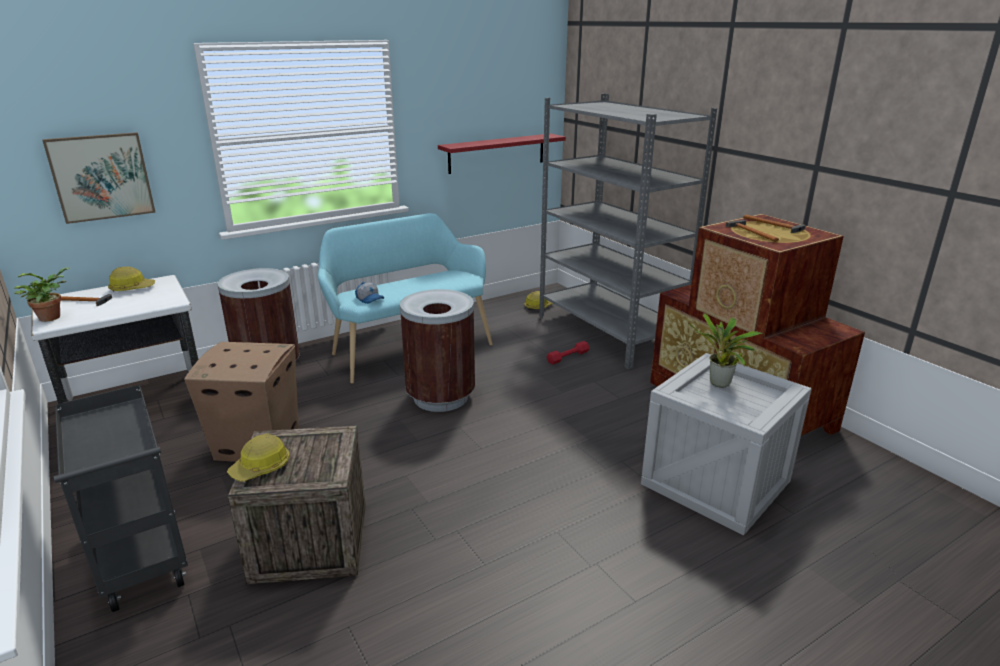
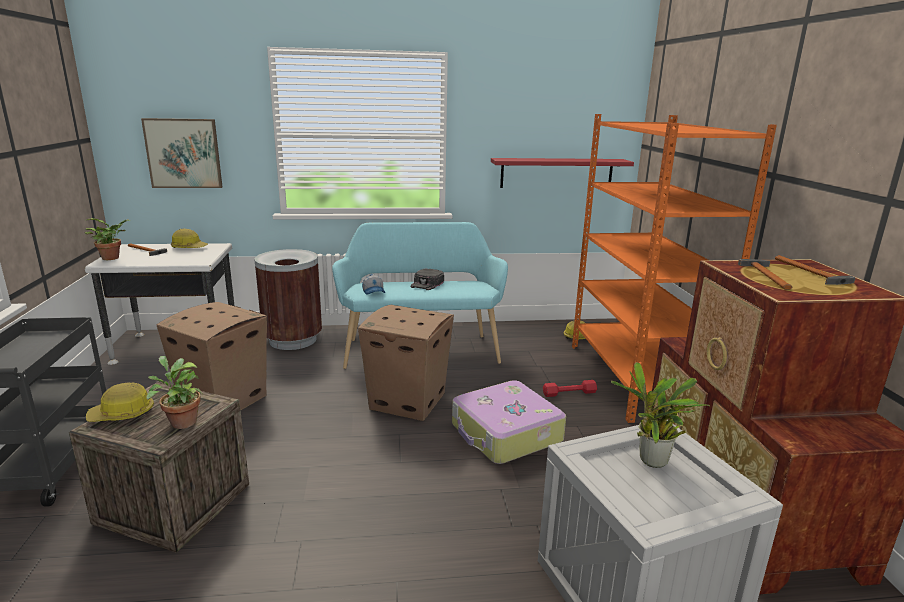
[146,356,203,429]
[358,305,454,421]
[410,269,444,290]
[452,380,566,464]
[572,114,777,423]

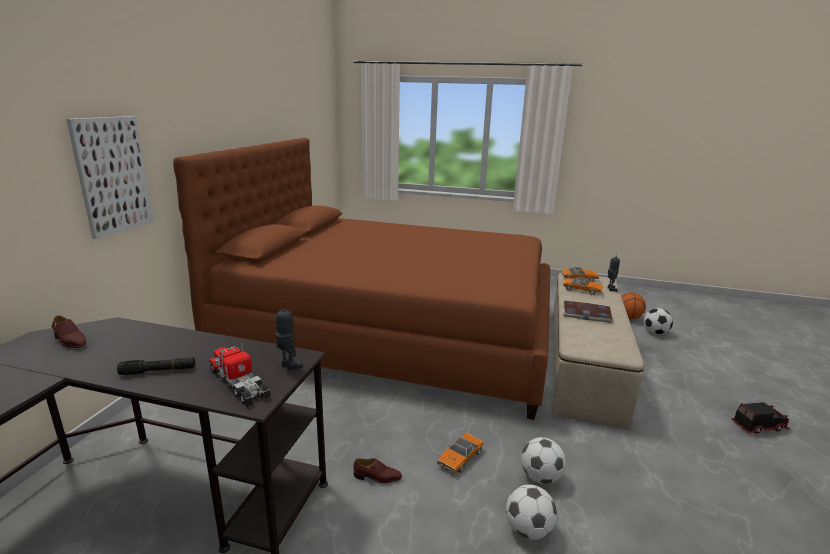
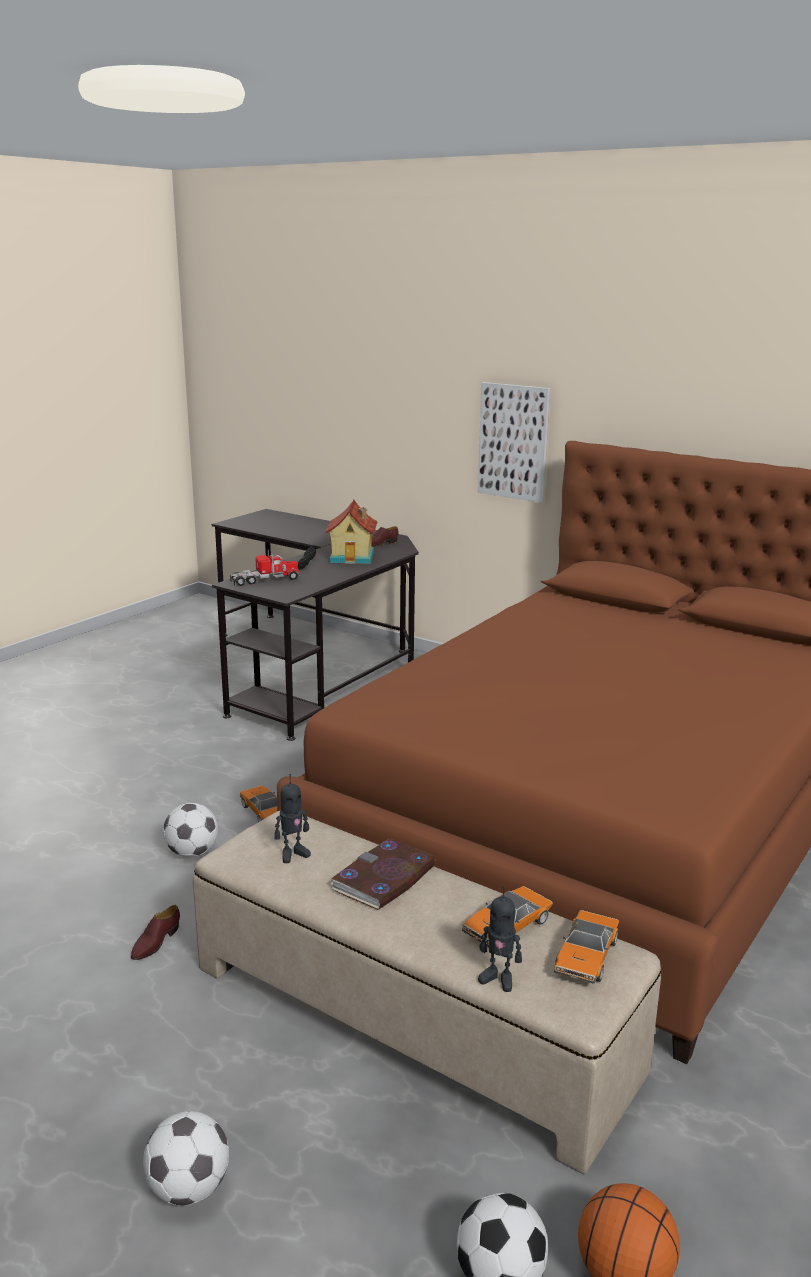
[131,905,180,960]
[143,1111,229,1205]
[274,774,311,863]
[325,500,378,564]
[731,402,791,434] (first image)

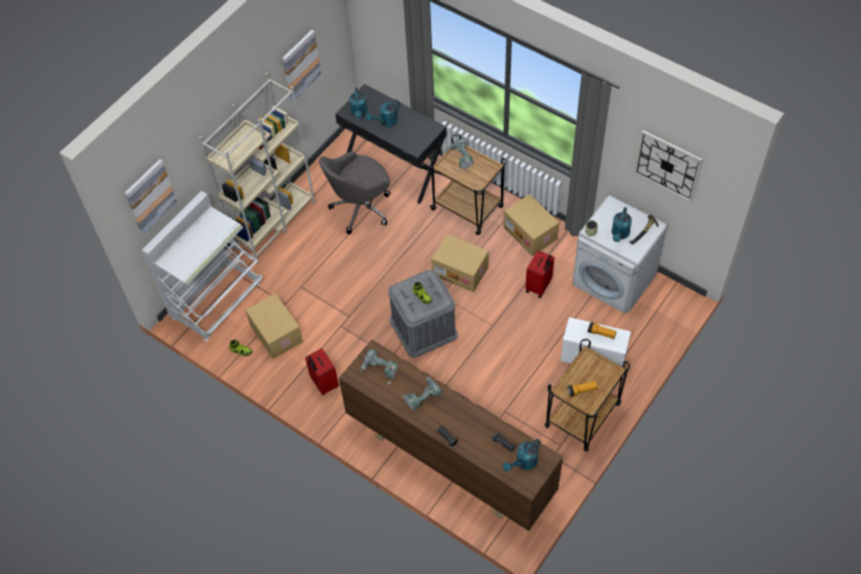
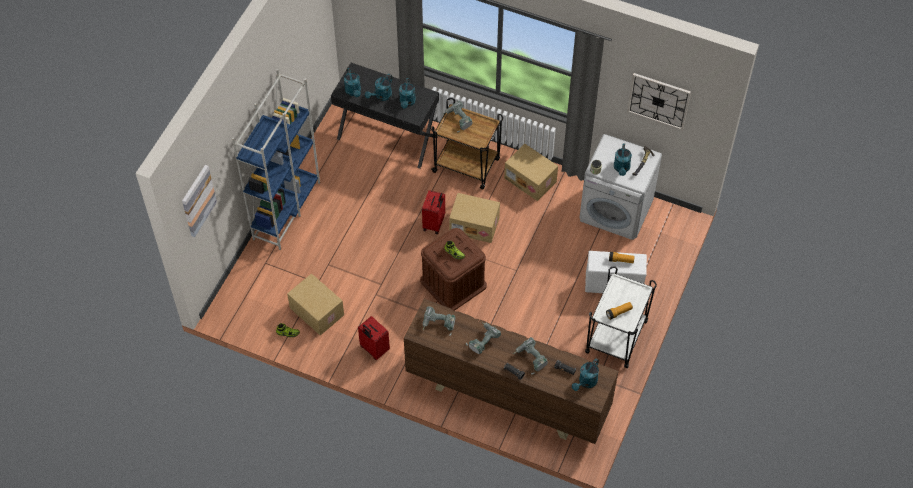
[232,69,320,250]
[399,78,416,109]
[420,228,487,311]
[422,190,445,234]
[513,337,548,375]
[585,266,657,368]
[142,191,263,341] (first image)
[282,30,321,102] (first image)
[319,151,391,234] (first image)

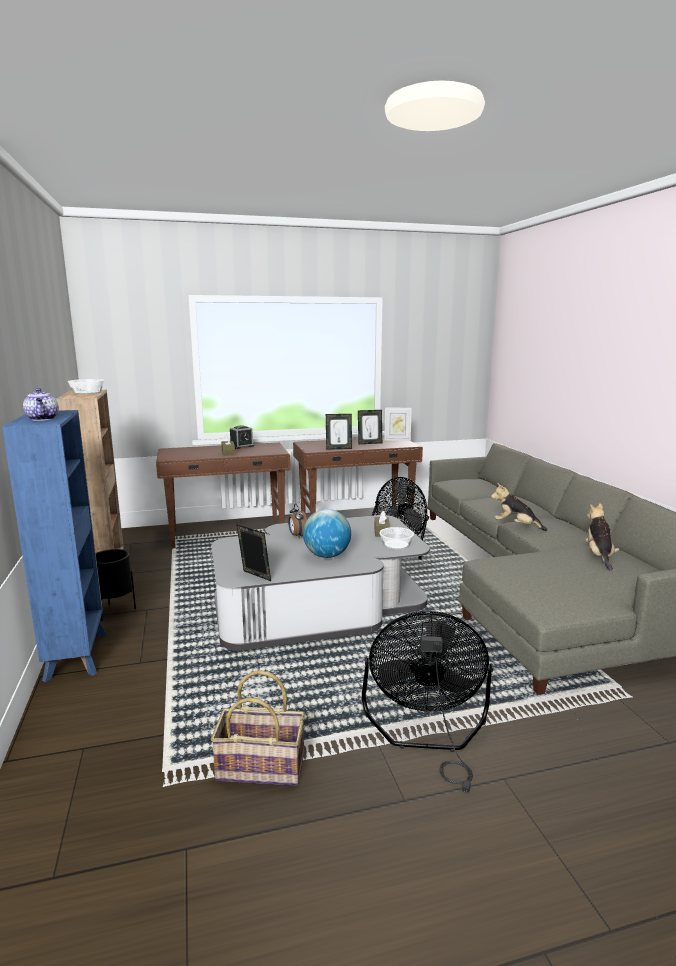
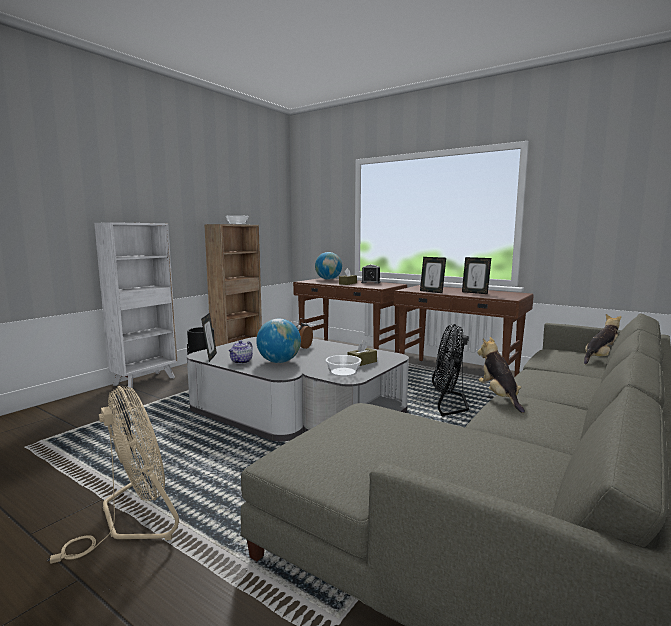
[47,386,179,564]
[94,222,178,392]
[229,340,253,364]
[315,252,342,280]
[584,314,621,365]
[211,670,305,785] (first image)
[384,407,412,441] (first image)

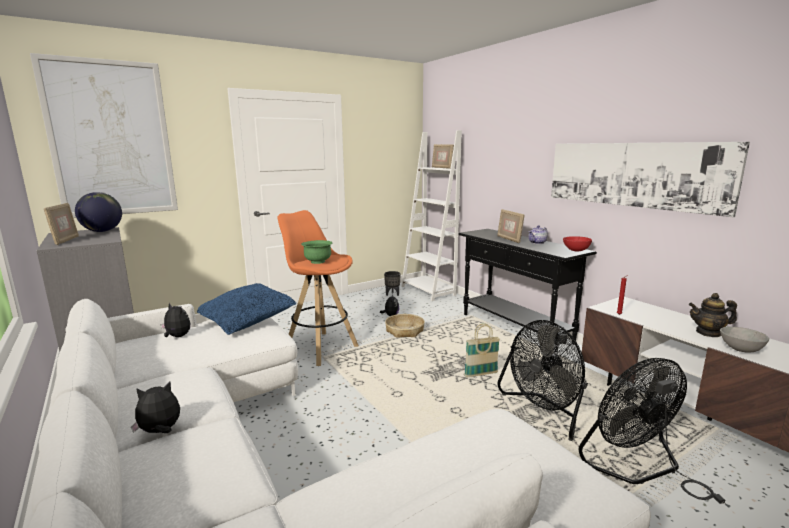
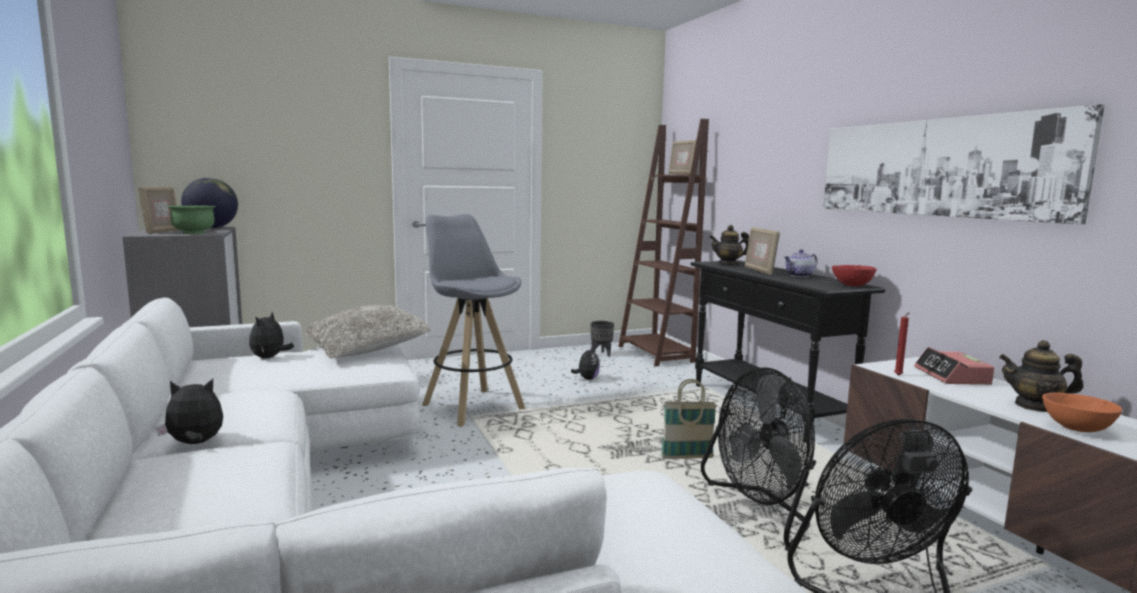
[166,205,216,234]
[249,312,294,358]
[305,305,430,359]
[422,214,525,426]
[618,119,709,366]
[709,225,749,266]
[914,347,994,385]
[1042,392,1122,432]
[30,53,178,218] (first image)
[385,314,425,338] (first image)

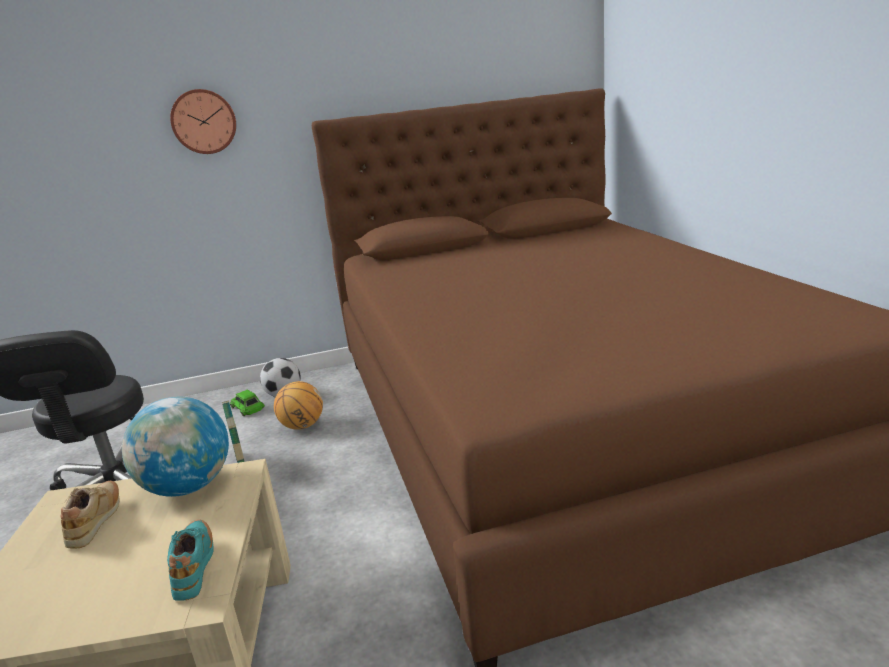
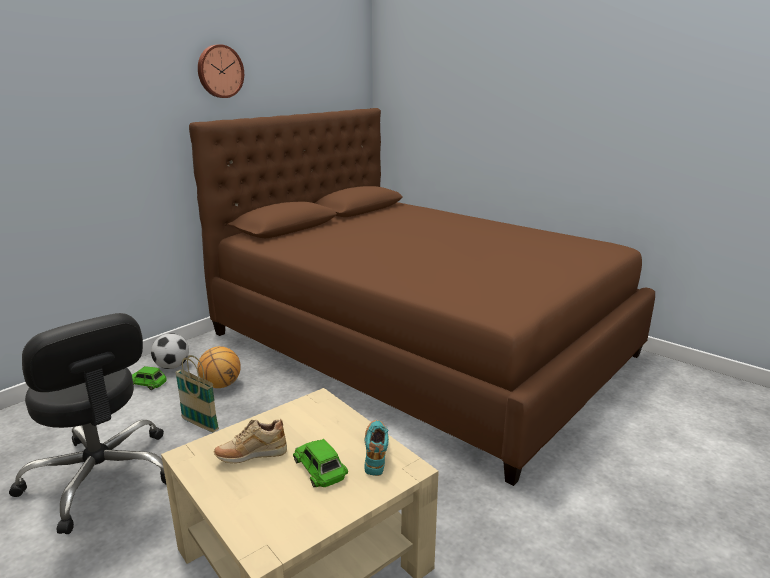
[198,44,244,98]
[214,419,287,463]
[293,439,348,487]
[364,420,389,476]
[122,397,229,497] (first image)

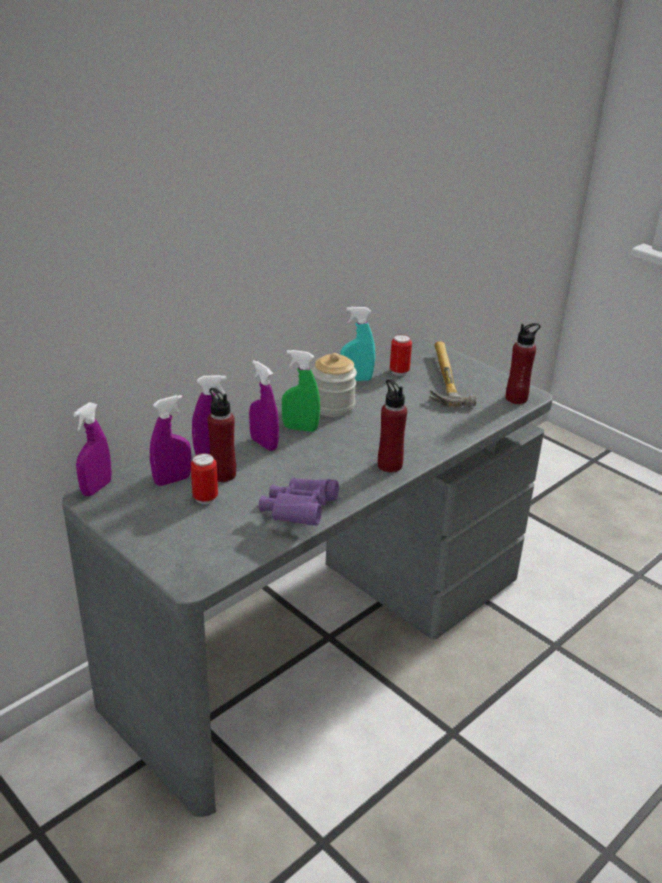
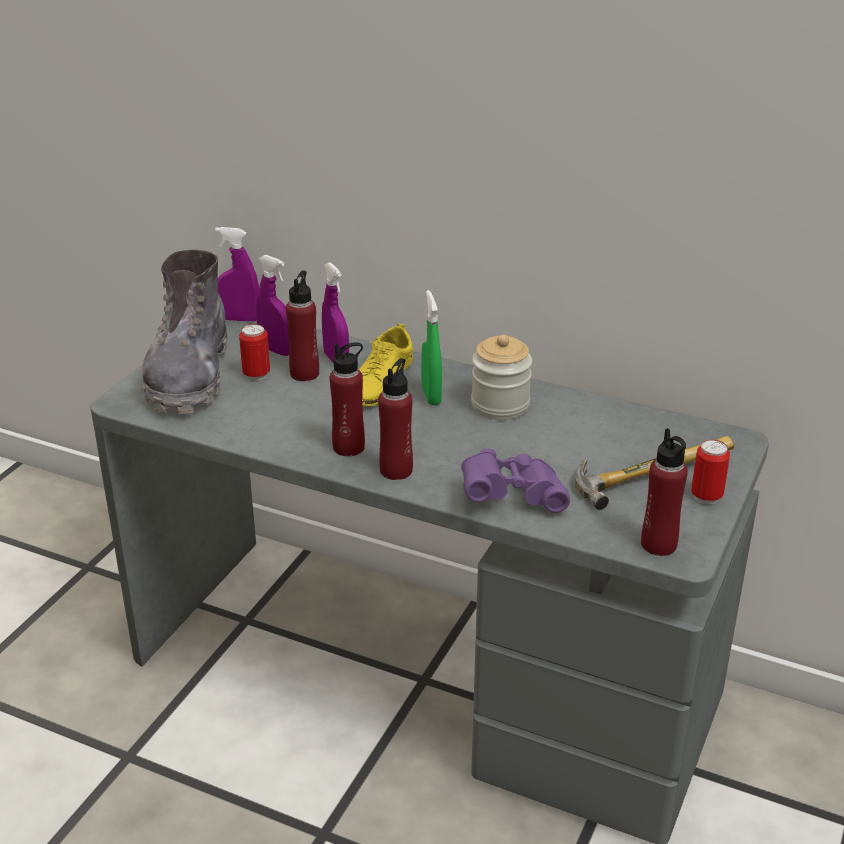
[142,250,227,414]
[330,342,365,456]
[359,323,413,406]
[461,449,570,513]
[691,440,730,504]
[340,307,375,381] (first image)

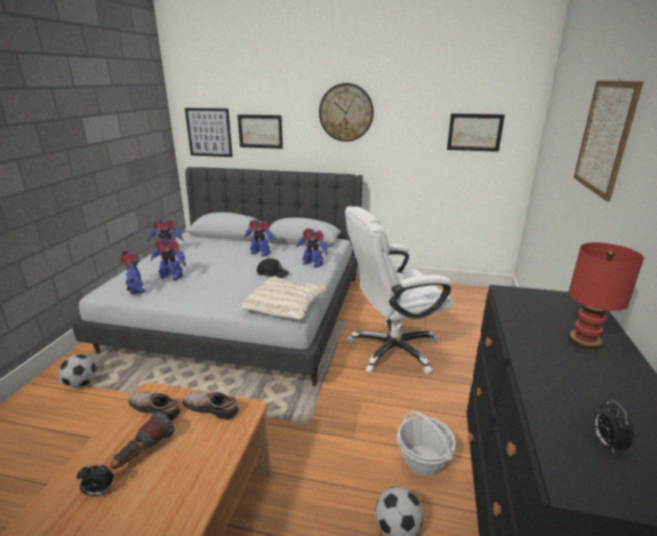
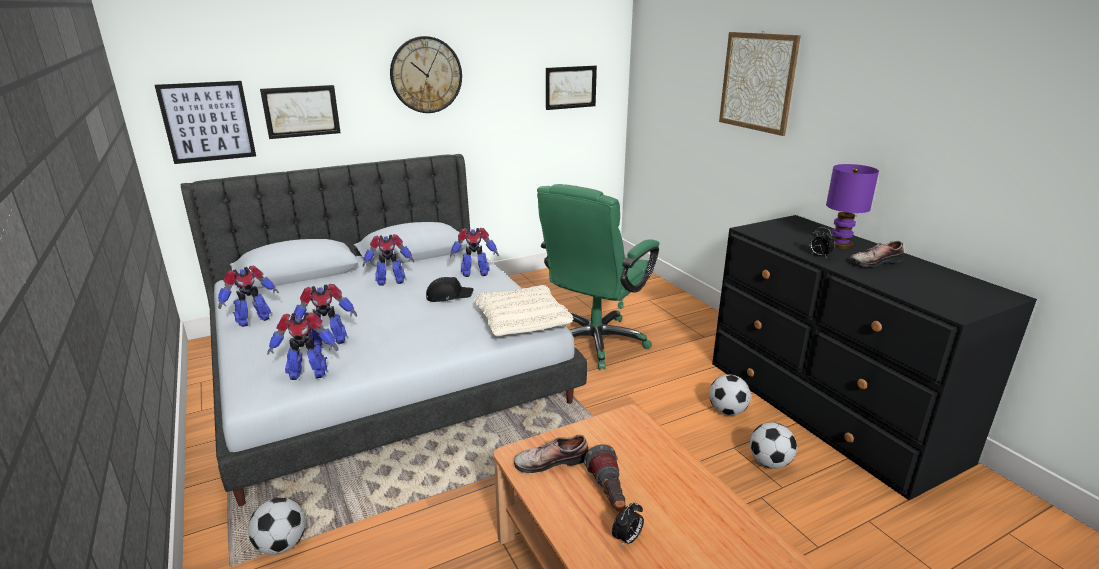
[267,312,339,380]
[537,184,660,369]
[709,375,751,415]
[810,227,835,258]
[826,164,879,249]
[850,241,904,267]

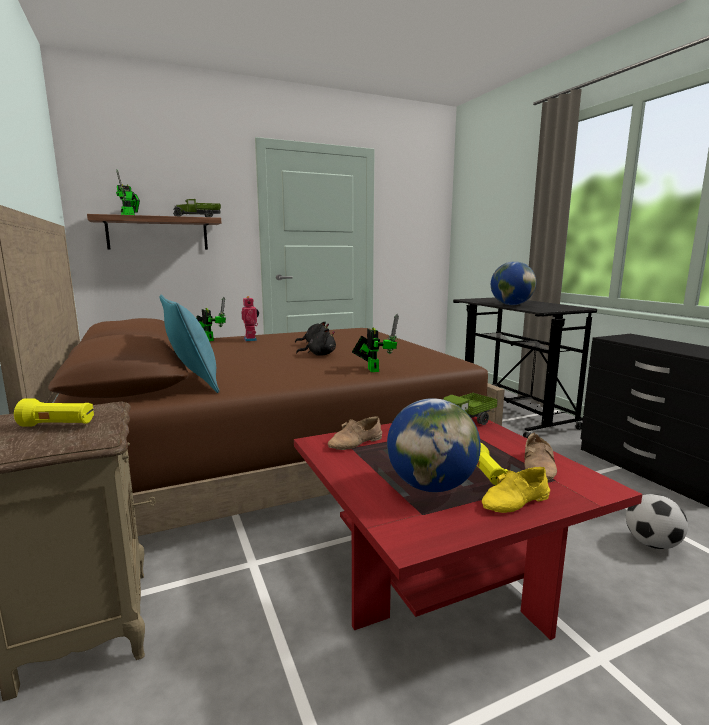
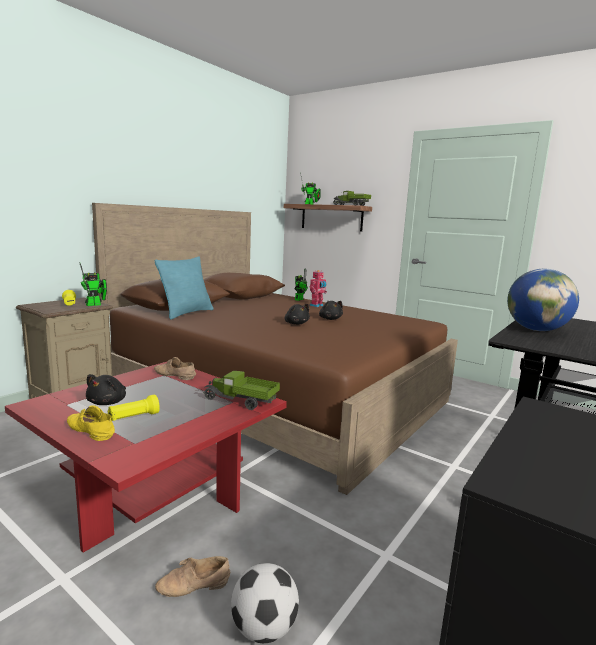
[80,263,107,306]
[86,374,126,405]
[155,556,231,597]

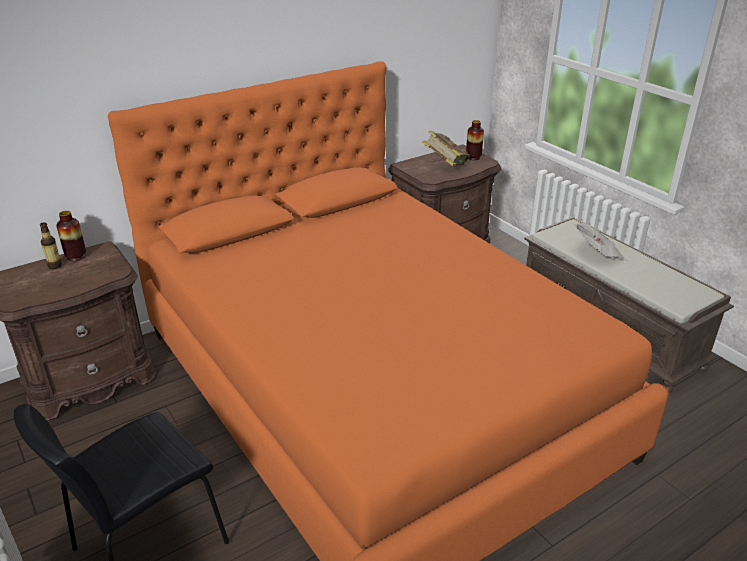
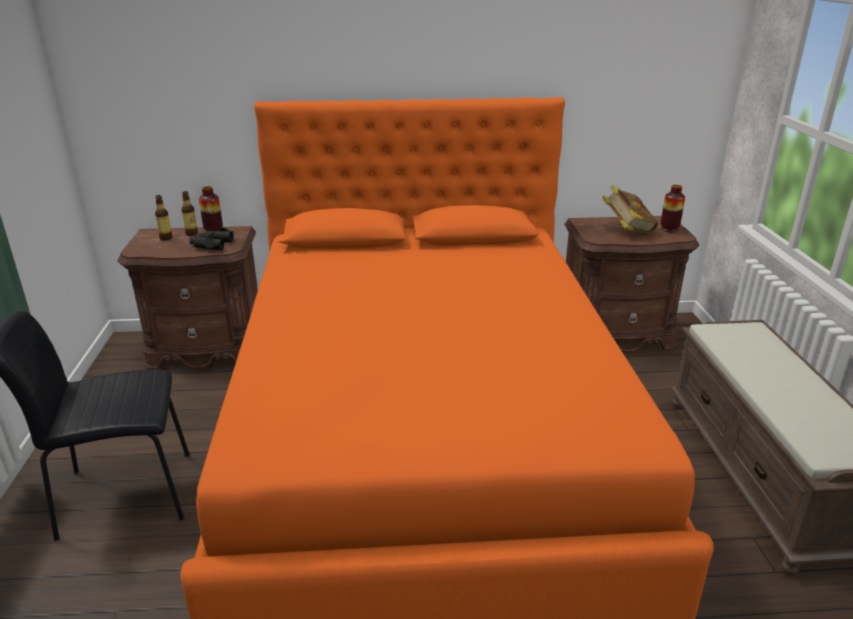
[155,195,173,240]
[189,227,234,251]
[574,222,627,261] (first image)

